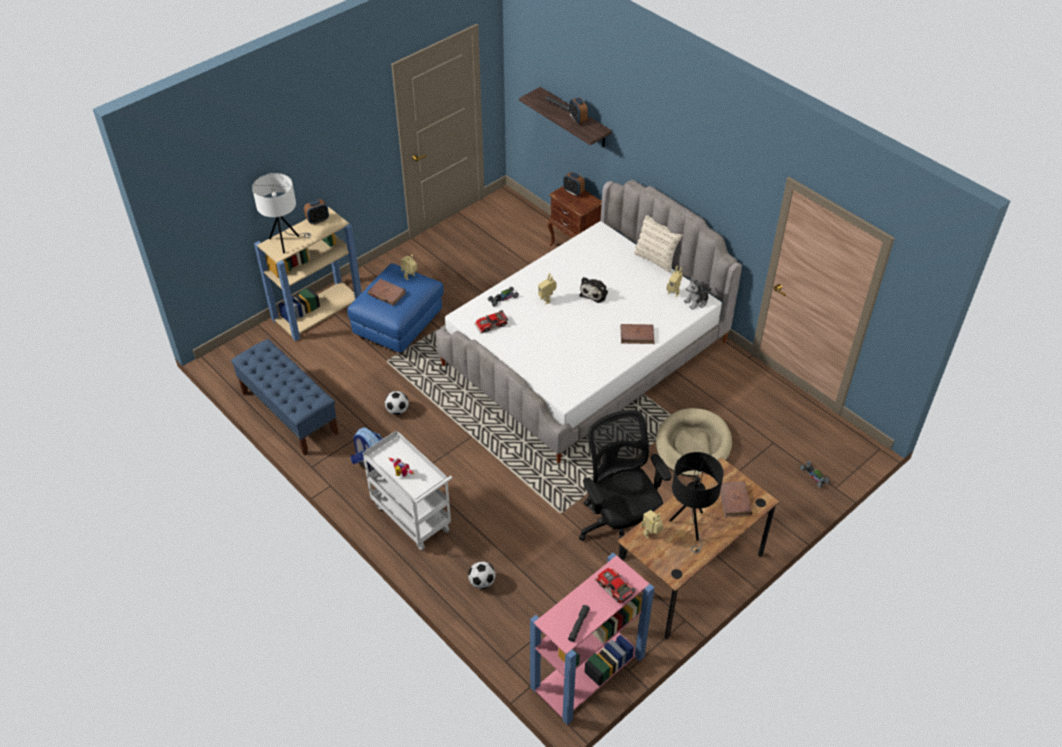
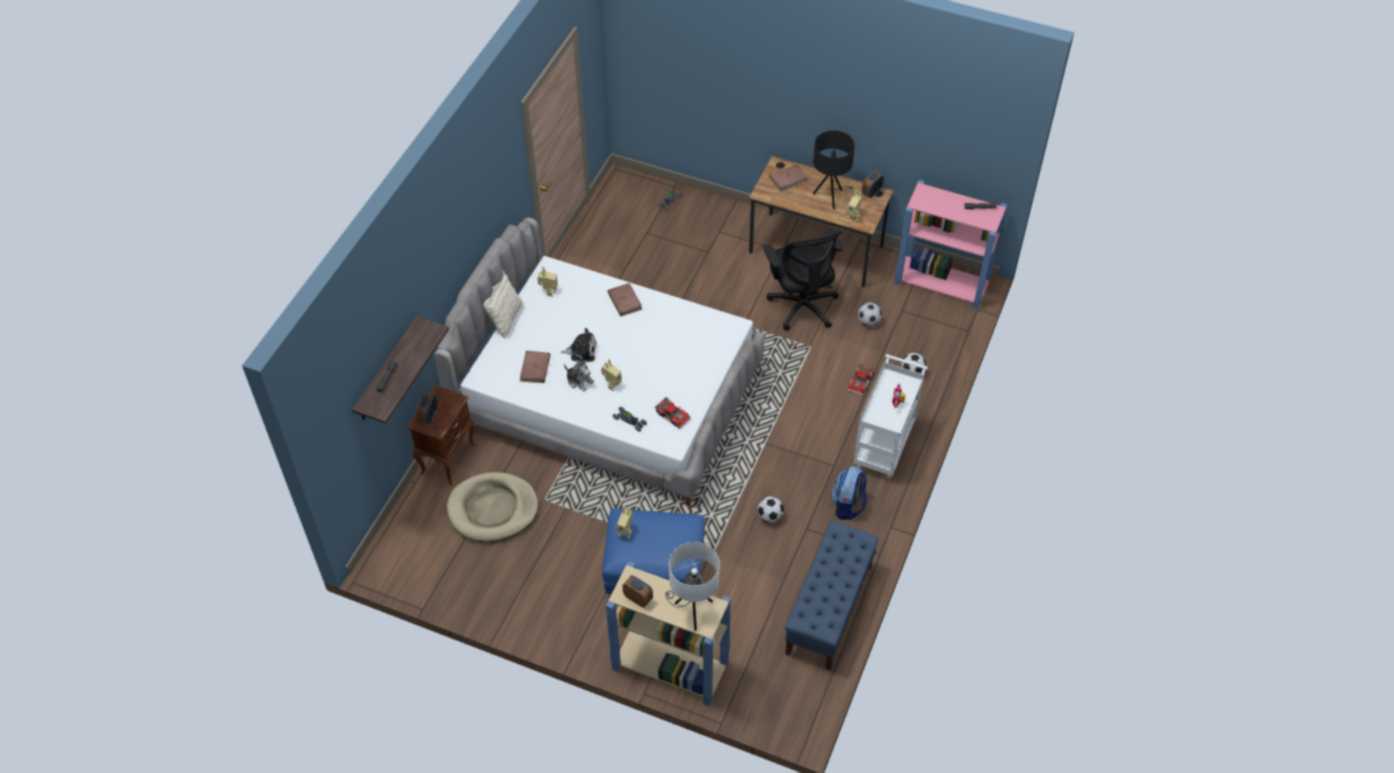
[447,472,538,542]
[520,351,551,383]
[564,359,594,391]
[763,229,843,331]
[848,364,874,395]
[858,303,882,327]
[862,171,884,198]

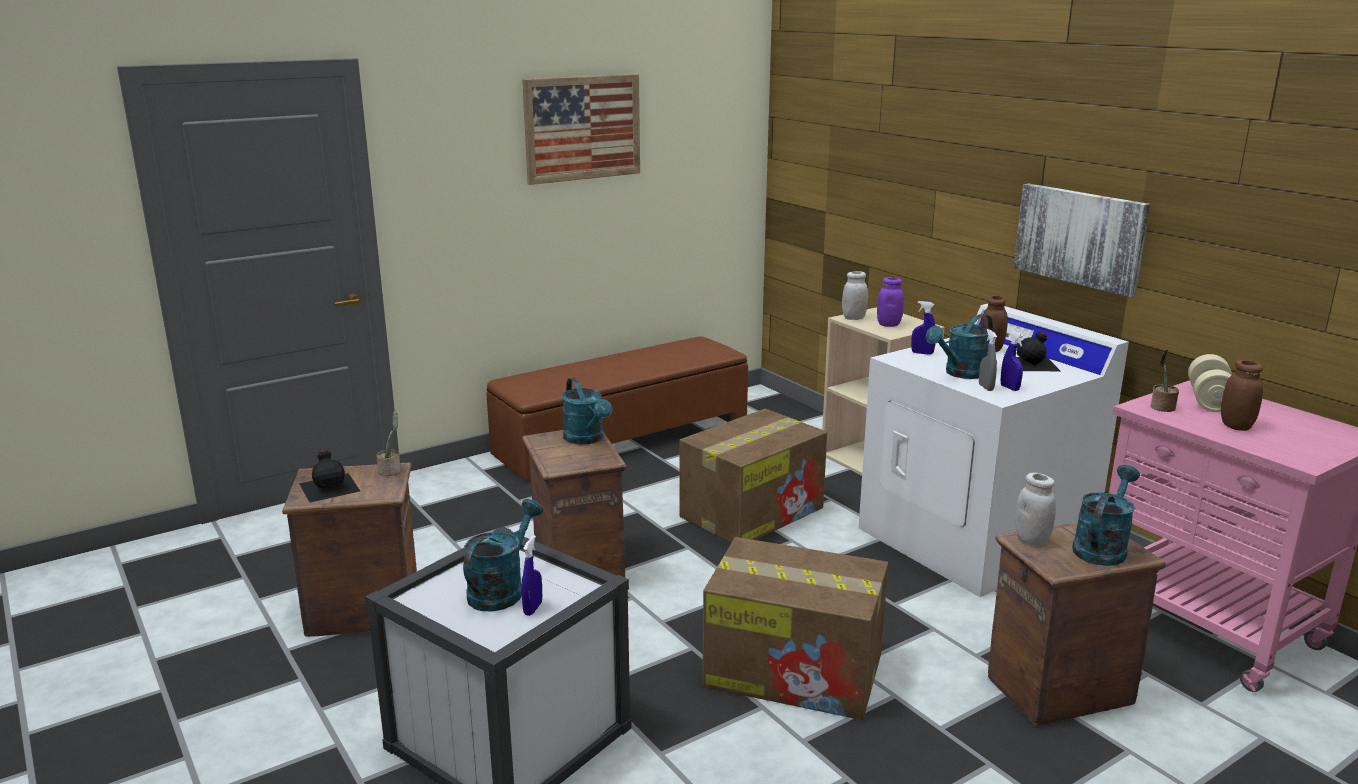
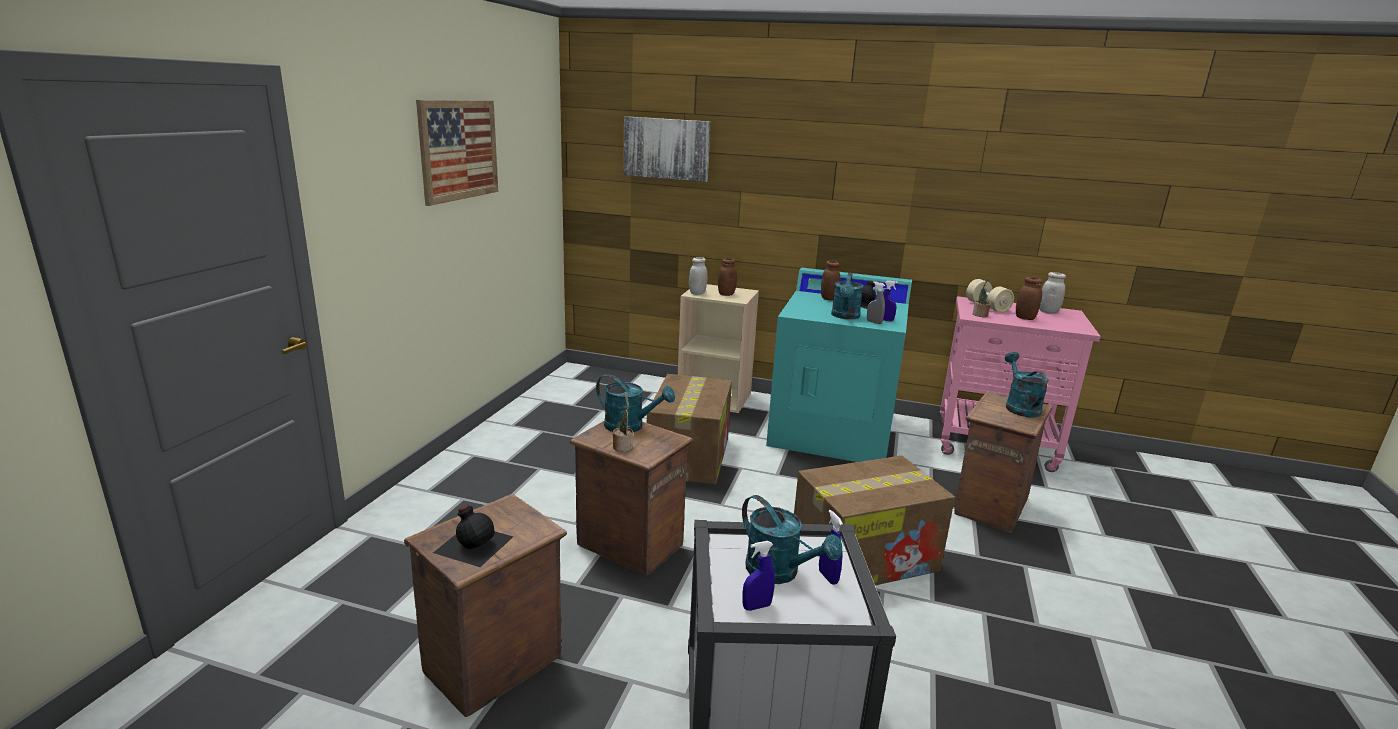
[613,391,633,452]
[623,116,711,182]
[718,258,737,296]
[742,495,842,584]
[743,541,775,611]
[766,268,912,462]
[1039,272,1066,314]
[486,336,748,482] (first image)

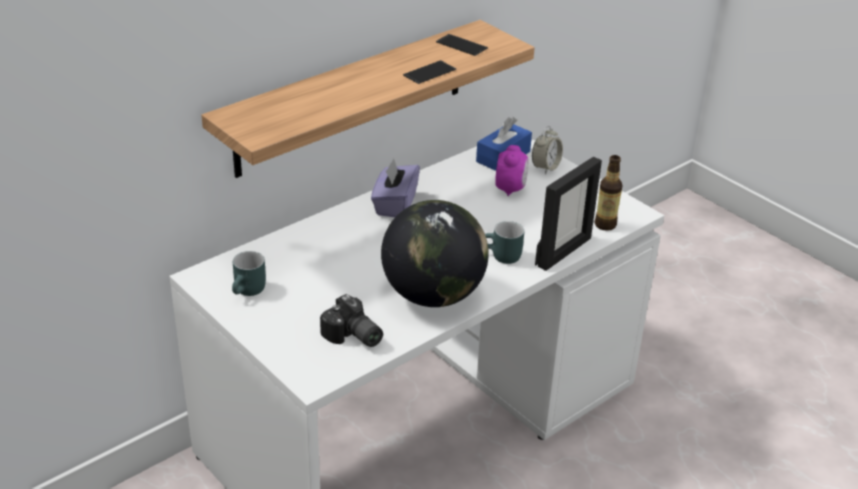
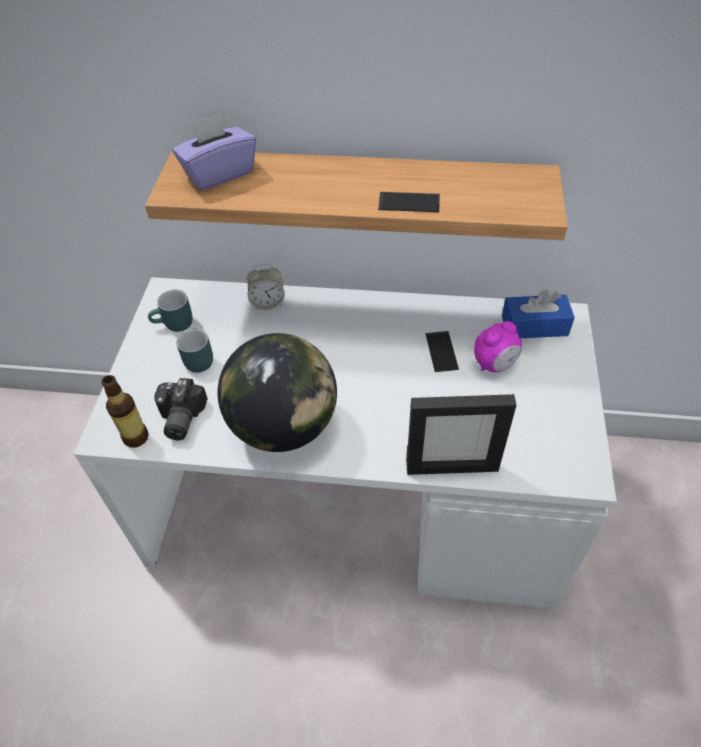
[101,375,149,448]
[172,114,256,190]
[176,329,213,373]
[247,264,285,310]
[425,331,459,372]

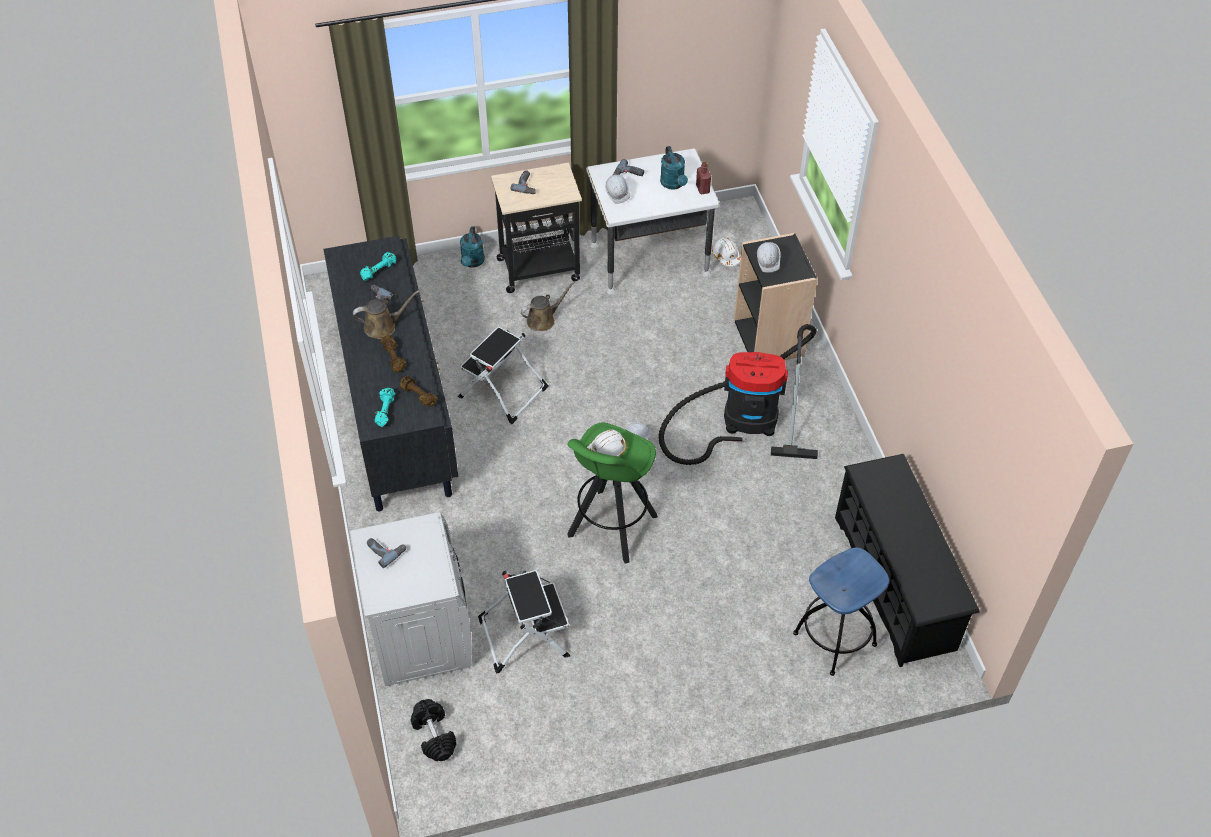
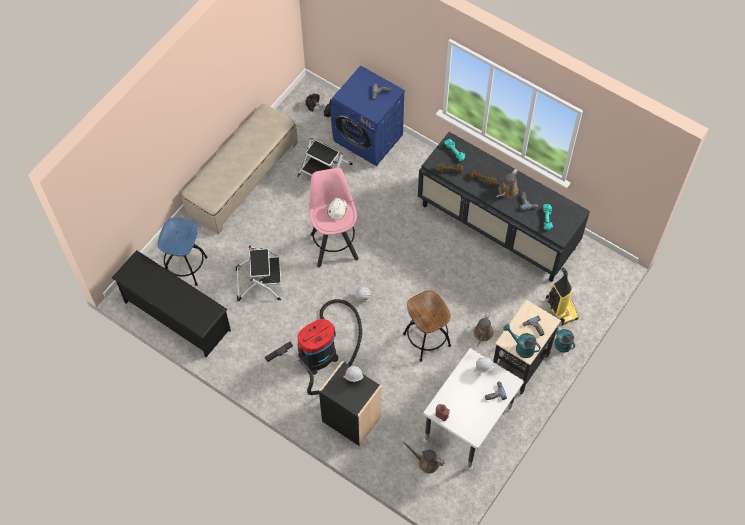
[182,104,298,234]
[236,245,281,301]
[309,168,359,268]
[331,65,405,166]
[402,442,445,473]
[403,291,451,362]
[503,324,541,358]
[546,268,579,325]

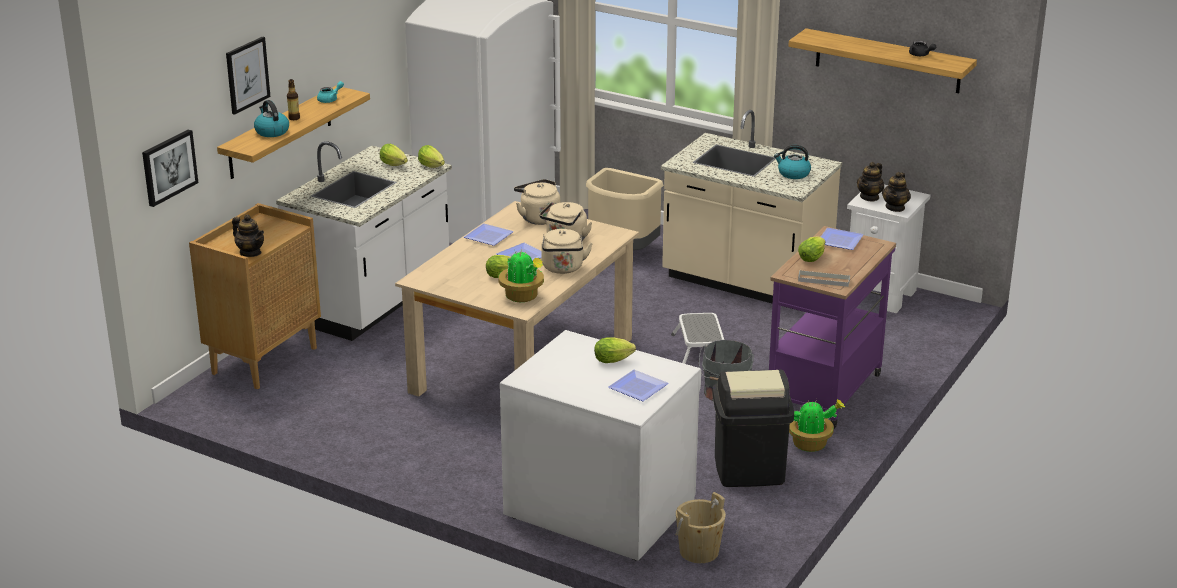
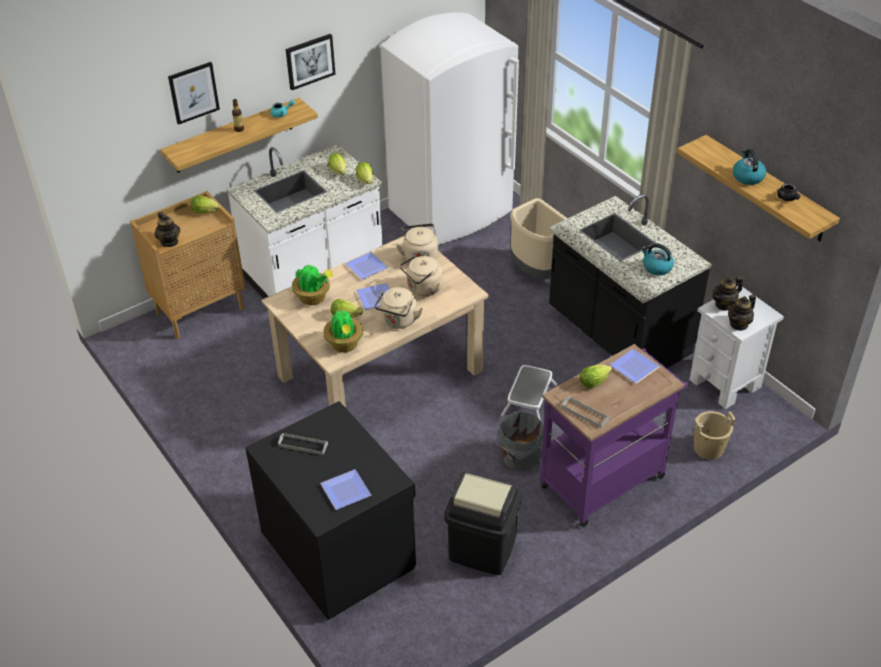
[191,195,220,214]
[245,401,416,620]
[278,433,328,455]
[286,34,336,90]
[292,263,333,305]
[549,194,712,368]
[692,411,735,460]
[733,149,766,185]

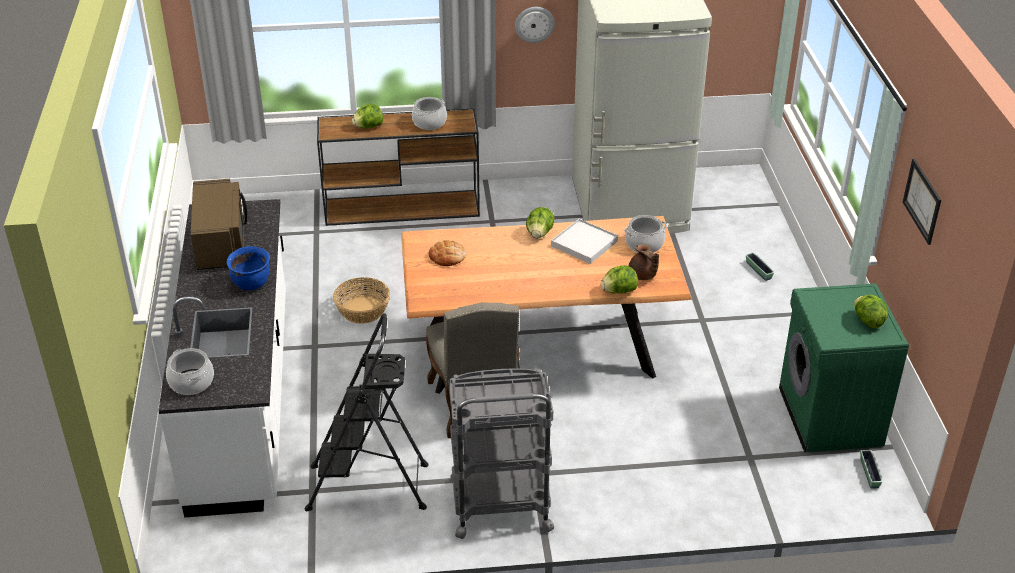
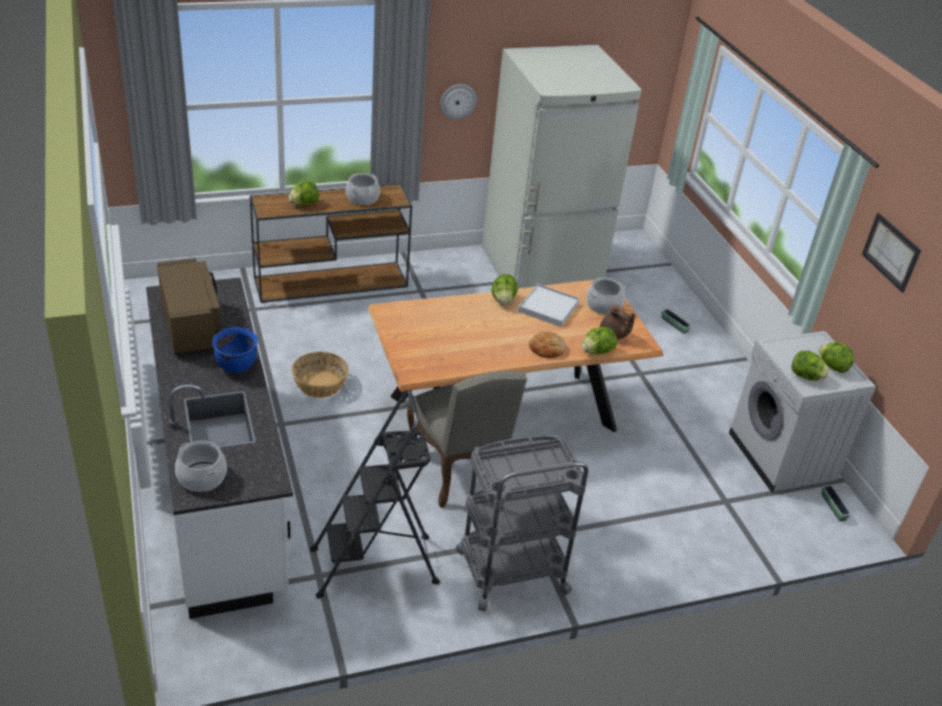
[529,331,566,358]
[729,331,876,492]
[792,351,830,381]

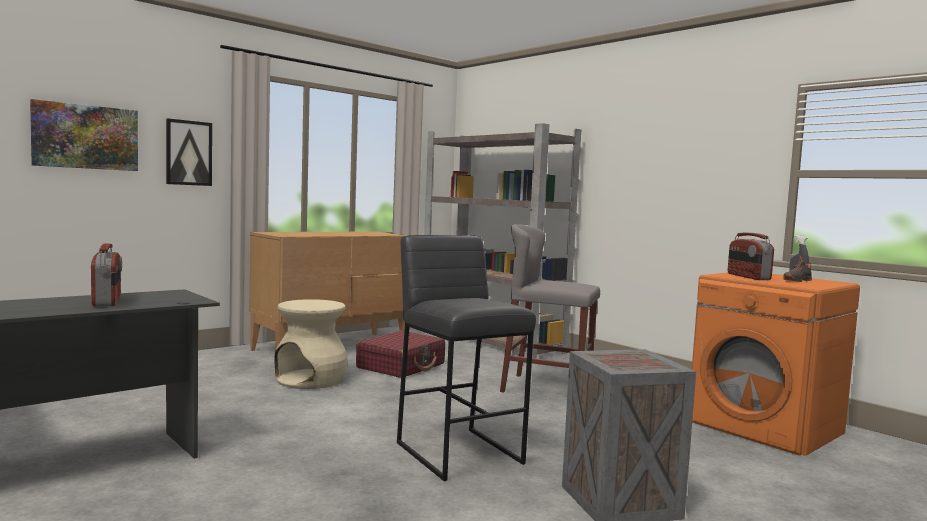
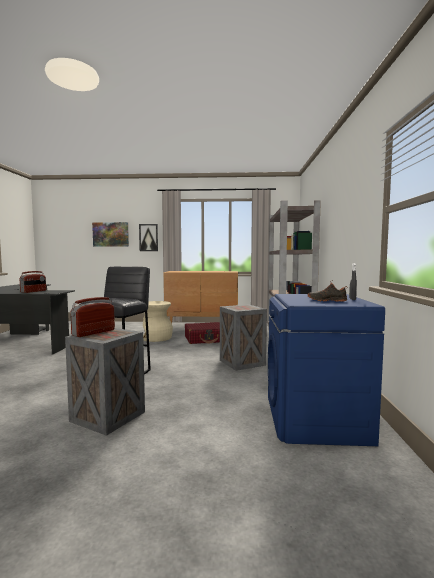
[70,297,115,337]
[220,304,267,371]
[268,294,385,446]

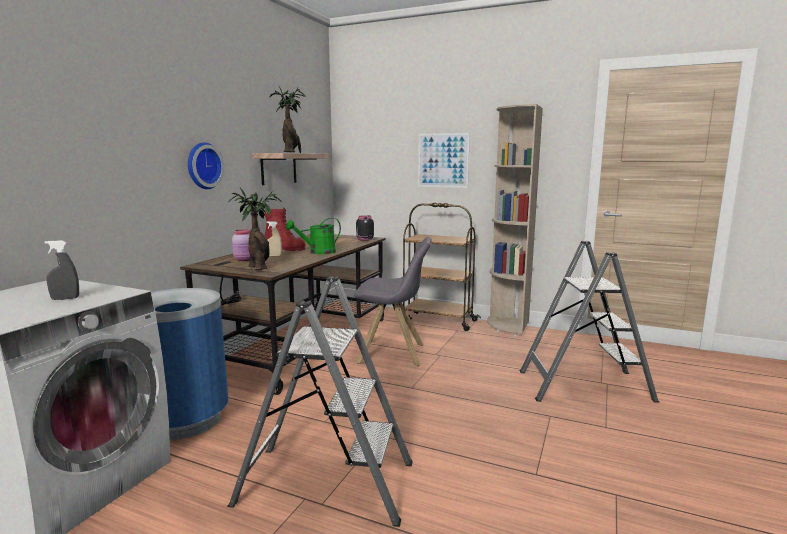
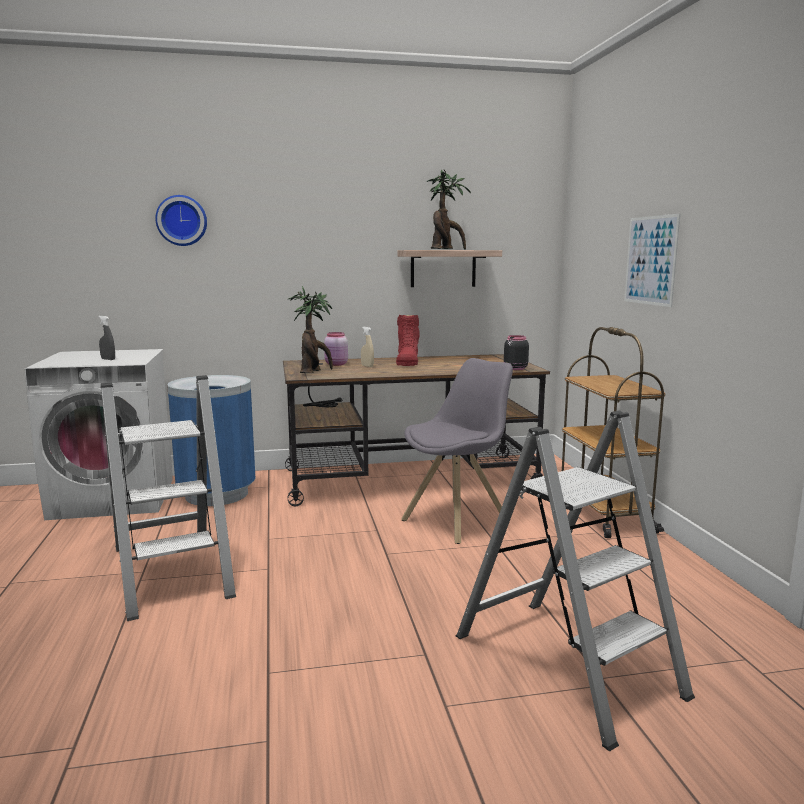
[155,195,207,246]
[401,358,513,544]
[286,218,341,254] (first image)
[487,104,543,337] (first image)

